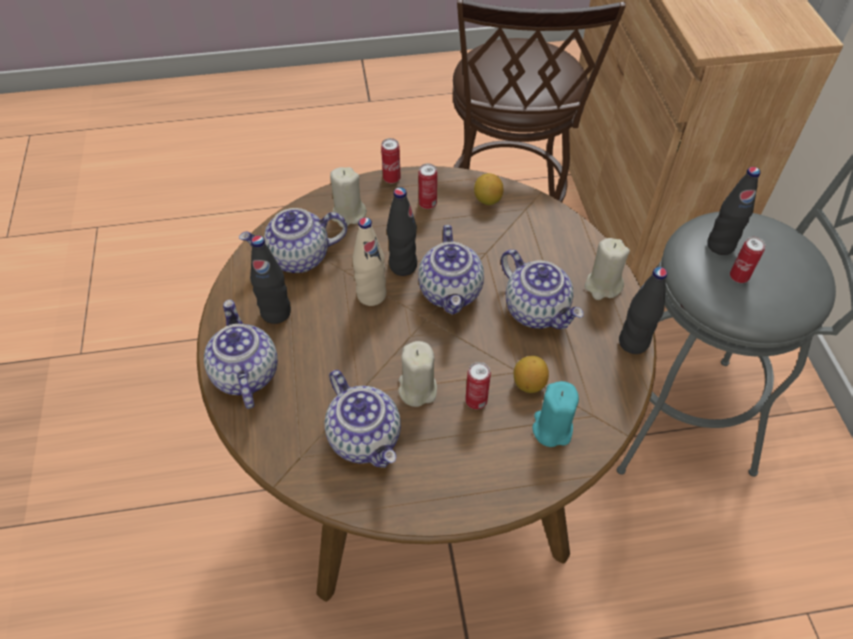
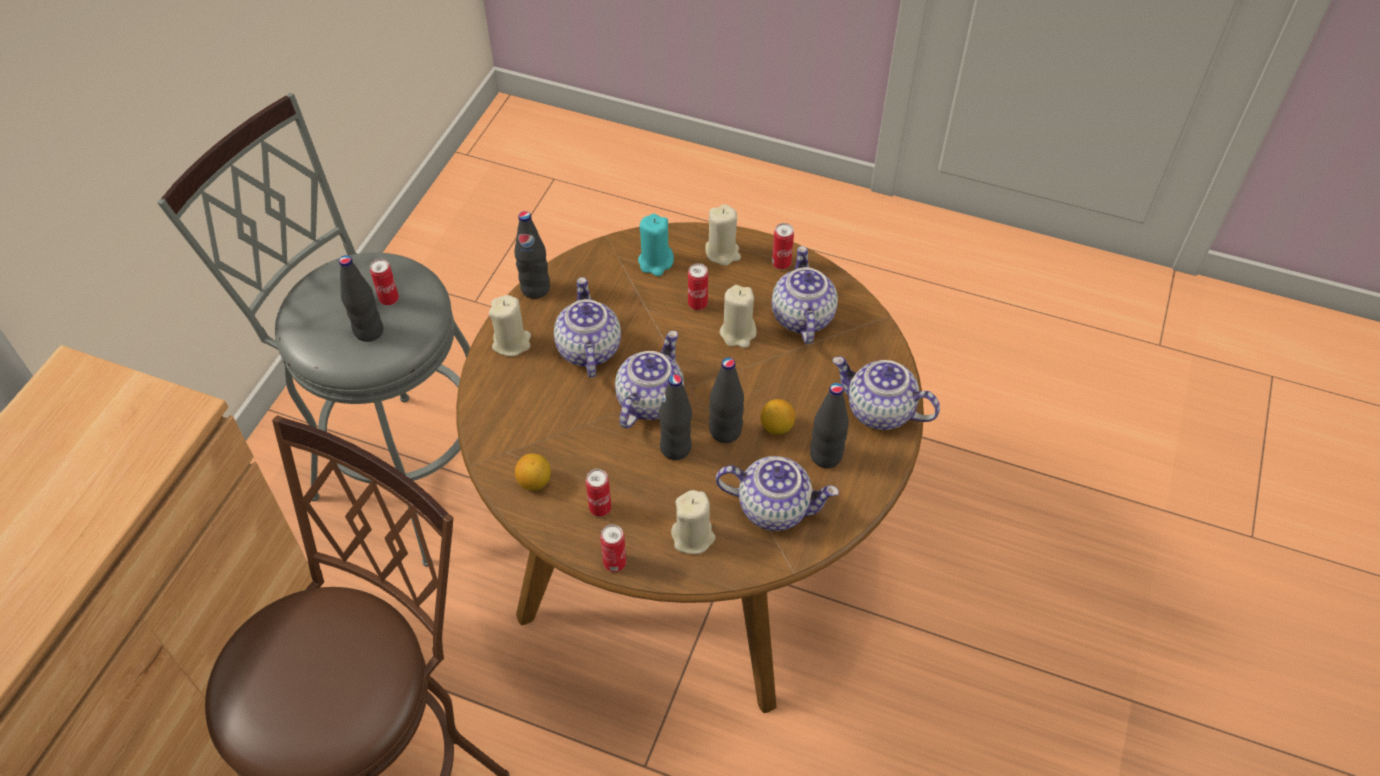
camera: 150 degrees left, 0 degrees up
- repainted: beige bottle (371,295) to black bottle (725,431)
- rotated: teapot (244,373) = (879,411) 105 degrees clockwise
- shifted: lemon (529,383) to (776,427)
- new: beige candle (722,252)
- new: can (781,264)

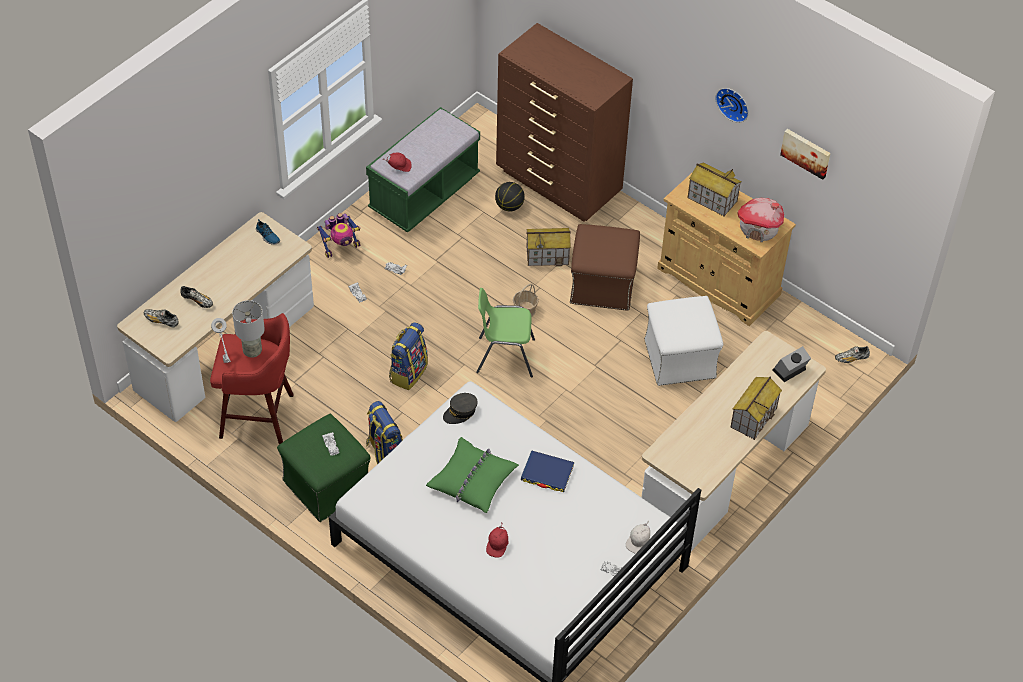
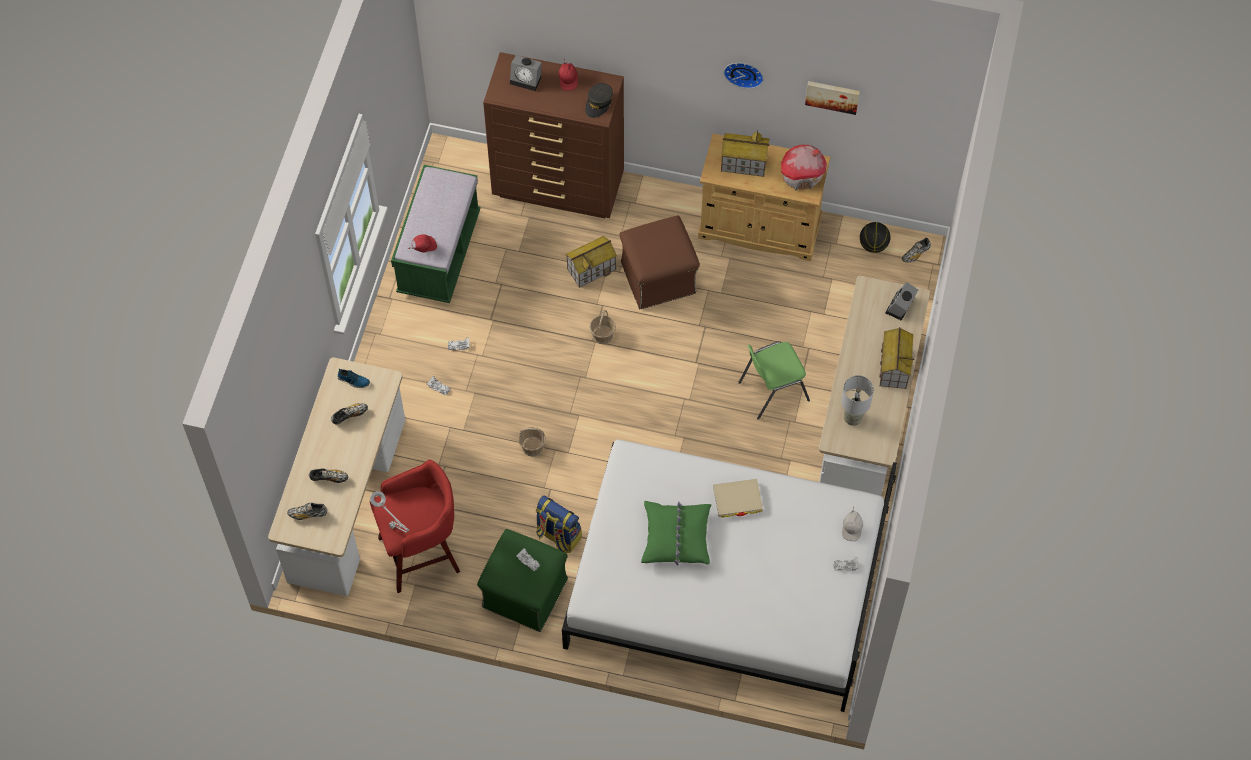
camera: 25 degrees left, 10 degrees up
- shifted: basketball (509,206) to (873,245)
- gone: toy robot (341,247)
- shifted: green chair (504,356) to (772,391)
- gone: white ottoman (680,359)
- shifted: grey table lamp (252,351) to (852,418)
- swapped: backpack (408,372) to basket (532,446)
- shifted: grey cap (460,412) to (598,103)
- repainted: blue book (547,473) to beige book (737,499)
- shifted: red cap (498,545) to (568,80)
- new: alarm clock (527,79)
- new: shoe (349,415)

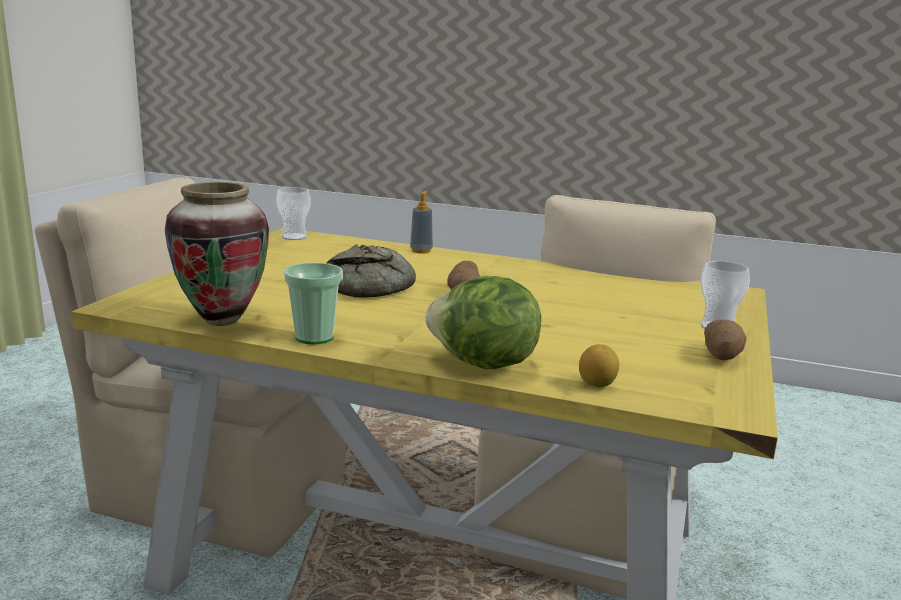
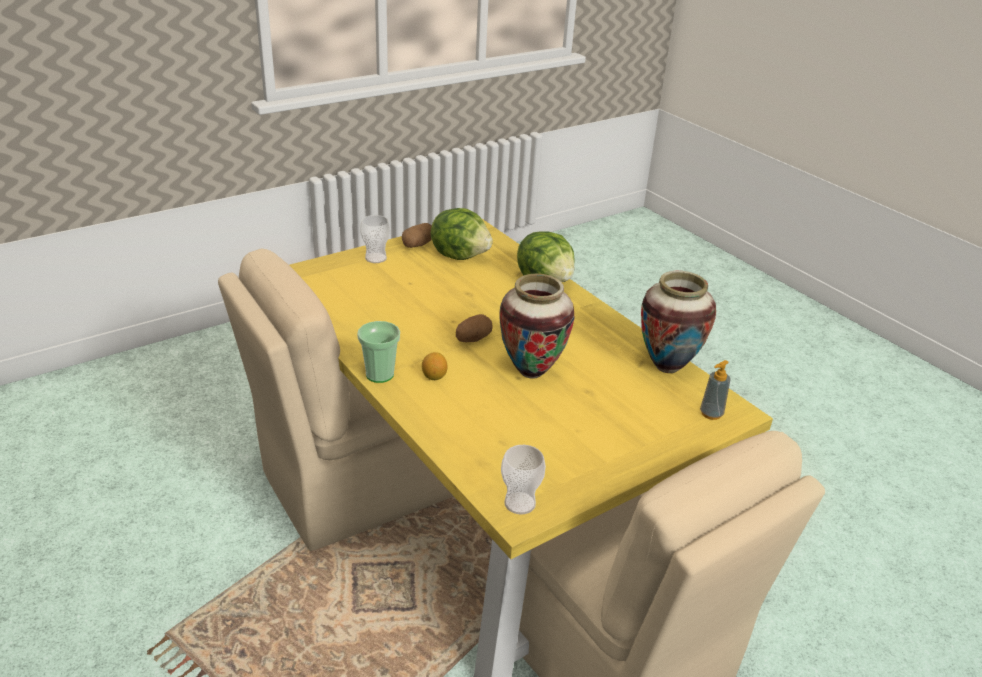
camera: 145 degrees left, 15 degrees up
- shifted: soap dispenser (421,251) to (711,414)
- swapped: bread (372,286) to vase (531,371)
- shifted: cup (314,337) to (379,374)
- shifted: lemon (597,384) to (434,377)
- new: lettuce (460,255)

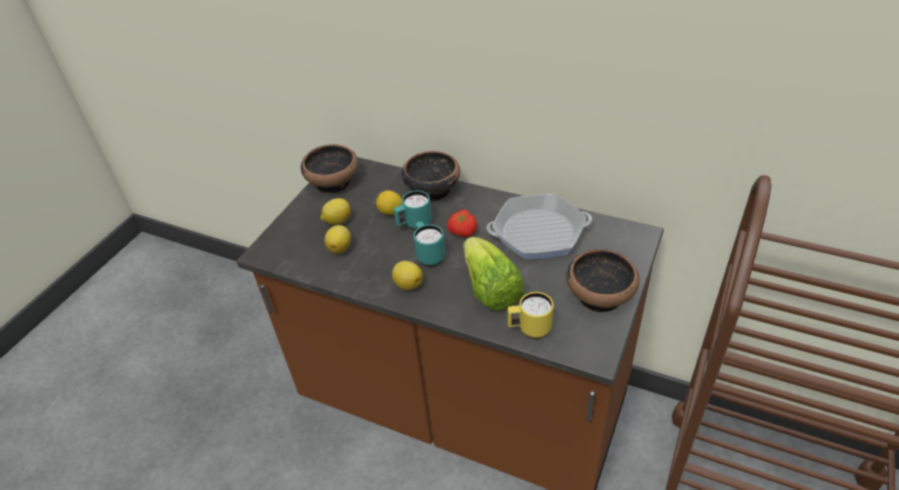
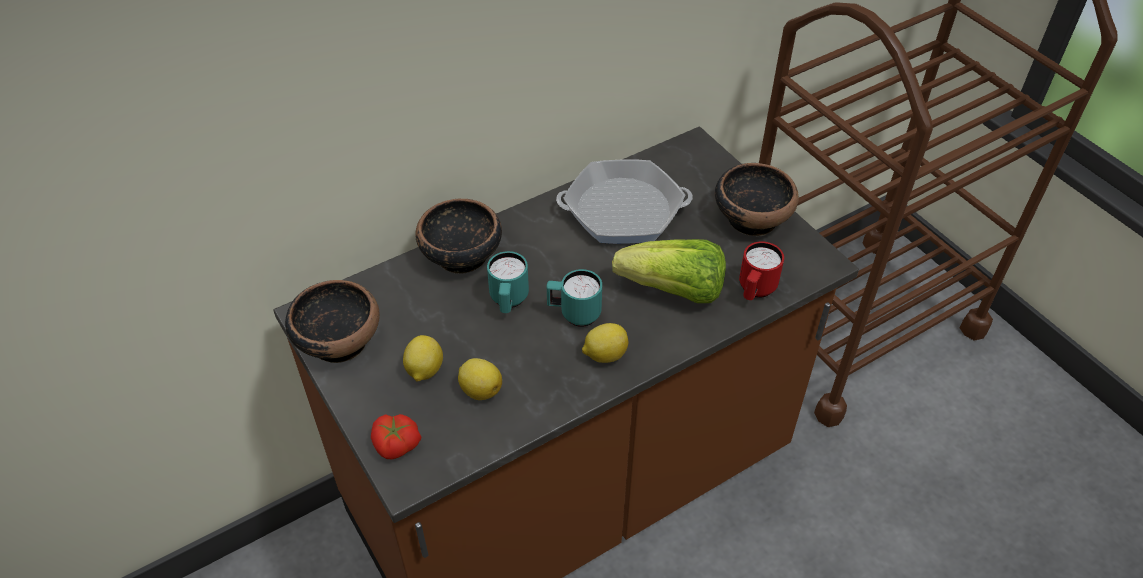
camera: 60 degrees left, 5 degrees up
- gone: lemon (390,212)
- rotated: frying pan (538,233) = (623,210) 60 degrees clockwise
- shifted: tomato (462,231) to (396,445)
- repainted: yellow mug (529,329) to red mug (755,291)

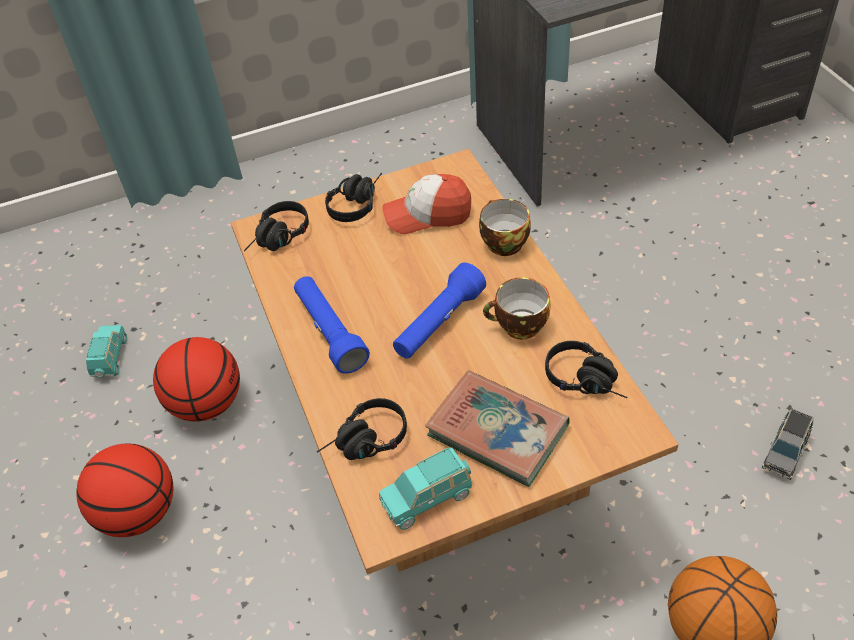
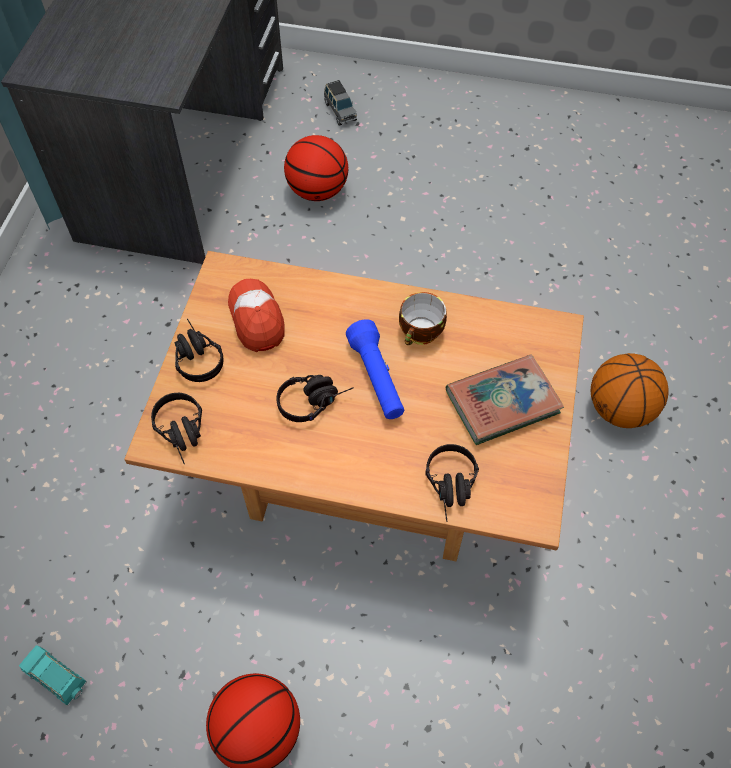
camera: 60 degrees left, 10 degrees up
- rotated: cap (427,214) = (257,319) 135 degrees clockwise
- gone: cup (502,243)
- gone: blue flashlight (329,332)
- shifted: basketball (206,404) to (317,191)
- shifted: black headphones (588,381) to (314,400)
- shifted: grey toy car (785,452) to (340,111)
- gone: turquoise toy car (428,498)

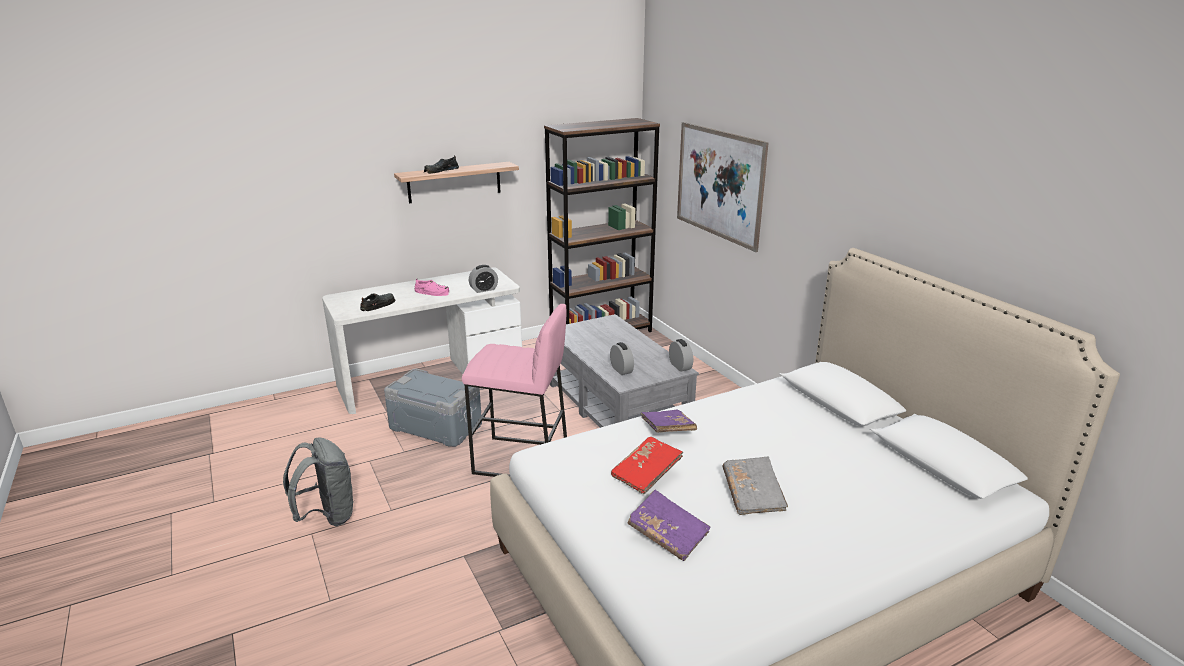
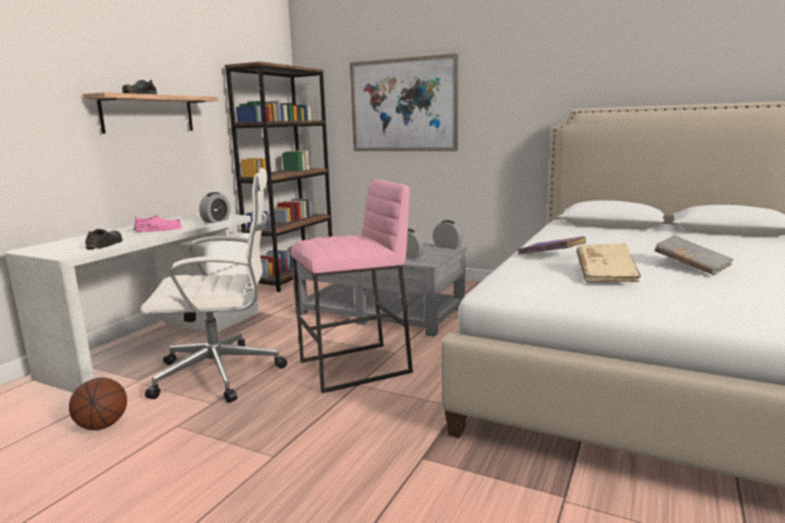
camera: 35 degrees left, 10 degrees down
- swapped: grey storage box (435,427) to white office chair (222,373)
- gone: grey backpack (327,516)
- repainted: red book (646,474) to beige book (606,274)
- gone: purple book (668,535)
- new: basketball (102,425)

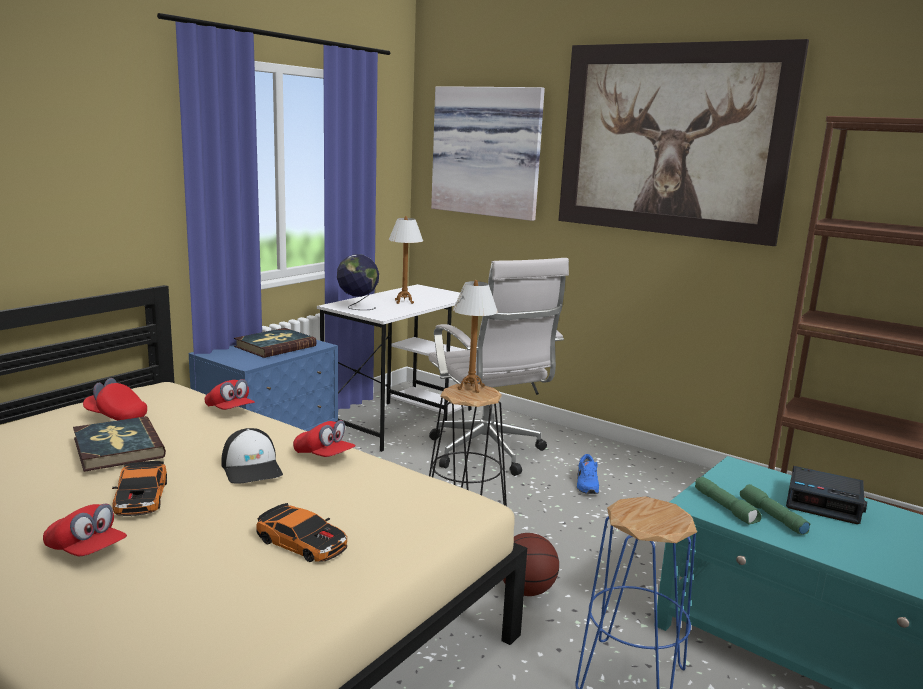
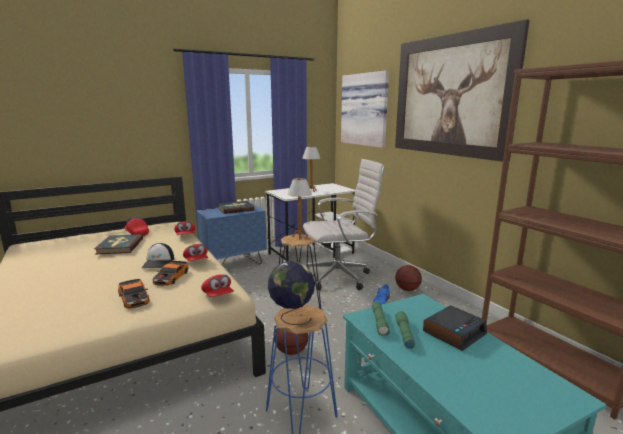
camera: 25 degrees right, 0 degrees up
- shifted: globe (357,307) to (291,317)
- rotated: white office chair (488,454) = (340,277) 105 degrees counterclockwise
- shifted: toy car (141,497) to (171,277)
- rotated: alarm clock (824,503) = (454,332) 90 degrees counterclockwise
- shifted: red cap (86,550) to (217,295)
- new: basketball (407,289)

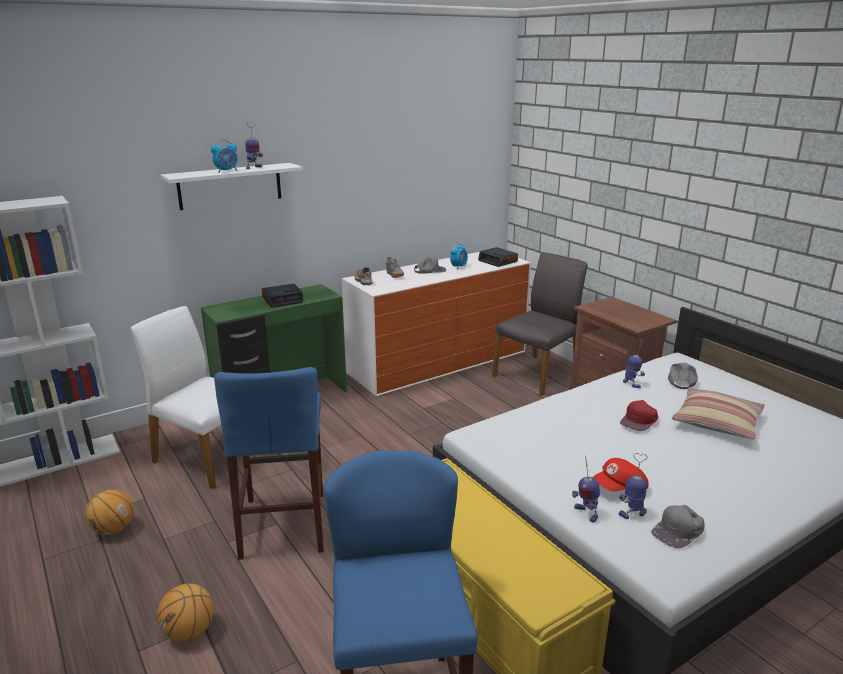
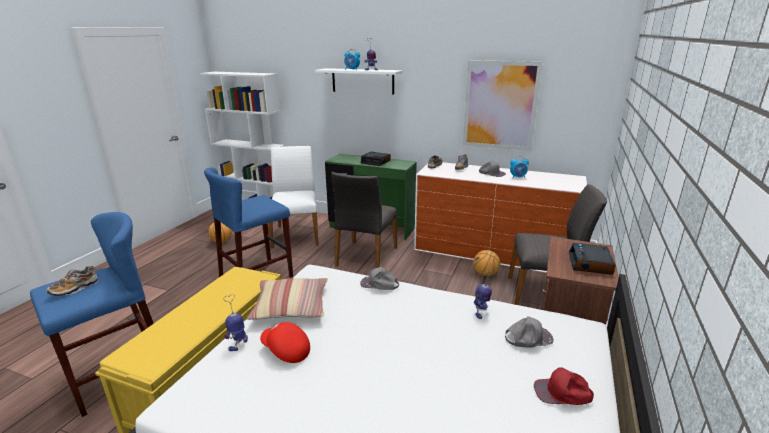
camera: 55 degrees right, 0 degrees up
- shifted: alarm clock (498,261) to (590,264)
- shifted: pillow (717,422) to (291,306)
- shifted: red cap (640,420) to (562,393)
- gone: toy robot (633,514)
- shifted: grey cap (679,531) to (379,284)
- shifted: basketball (189,631) to (485,274)
- new: picture (500,105)
- new: grey chair (365,256)
- new: shoe (74,288)

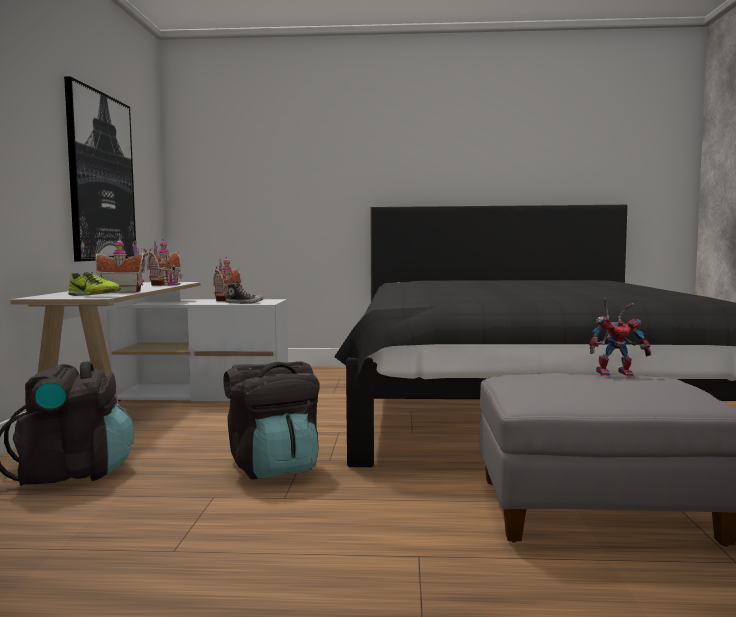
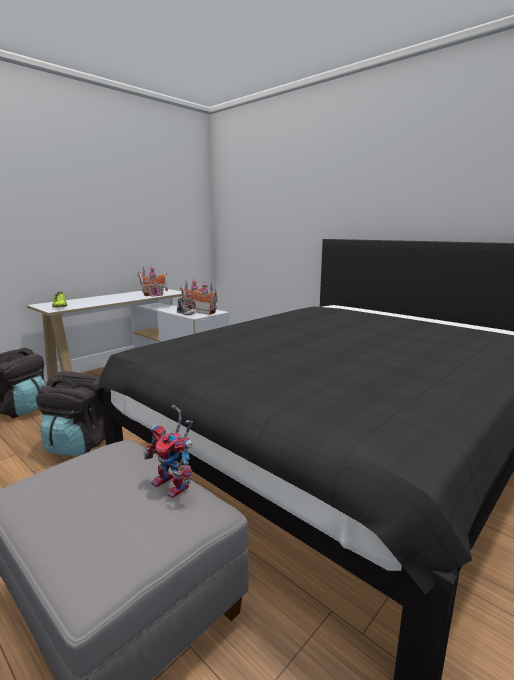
camera: 40 degrees right, 10 degrees up
- gone: picture (101,177)
- shifted: toy house (122,291) to (206,312)

